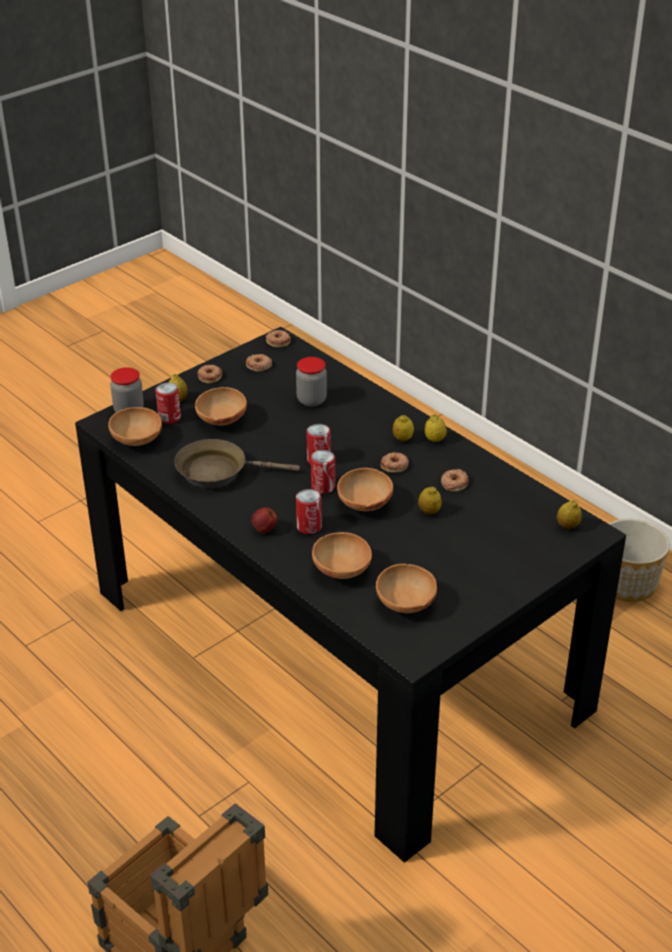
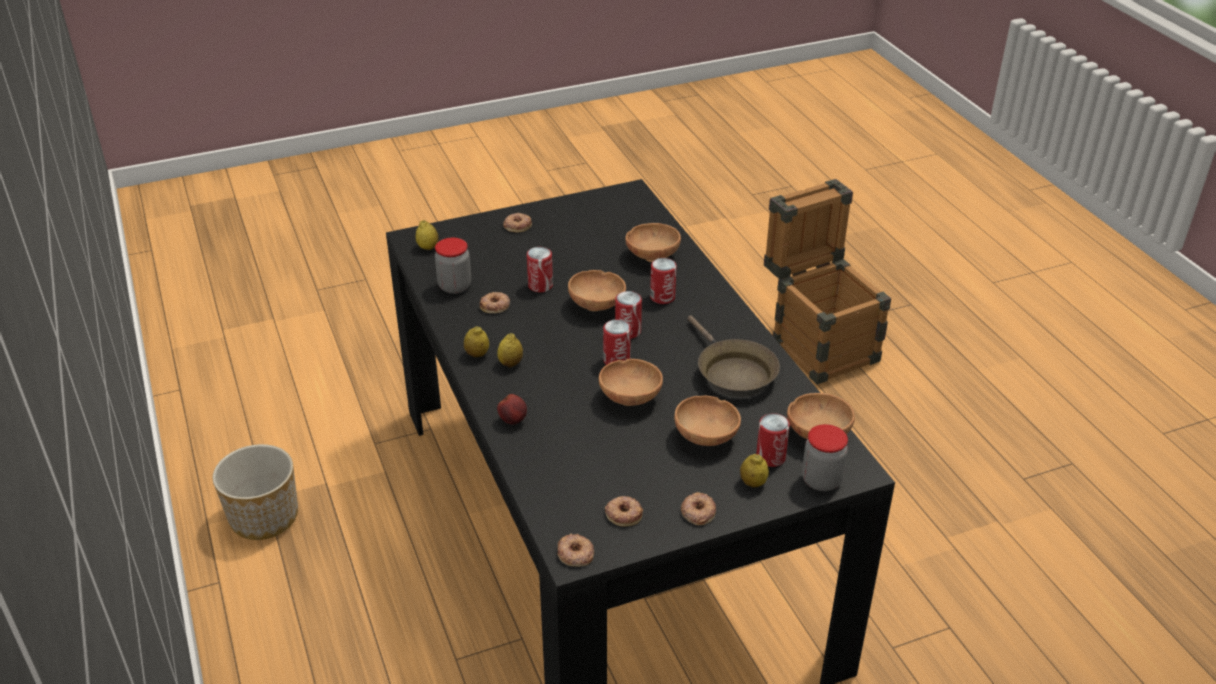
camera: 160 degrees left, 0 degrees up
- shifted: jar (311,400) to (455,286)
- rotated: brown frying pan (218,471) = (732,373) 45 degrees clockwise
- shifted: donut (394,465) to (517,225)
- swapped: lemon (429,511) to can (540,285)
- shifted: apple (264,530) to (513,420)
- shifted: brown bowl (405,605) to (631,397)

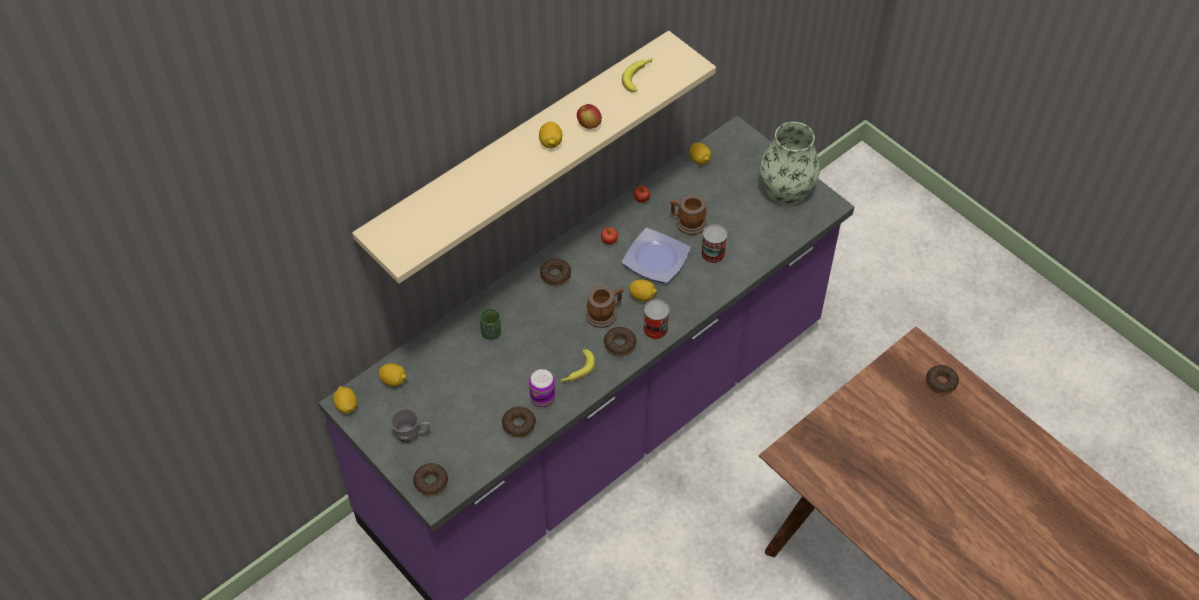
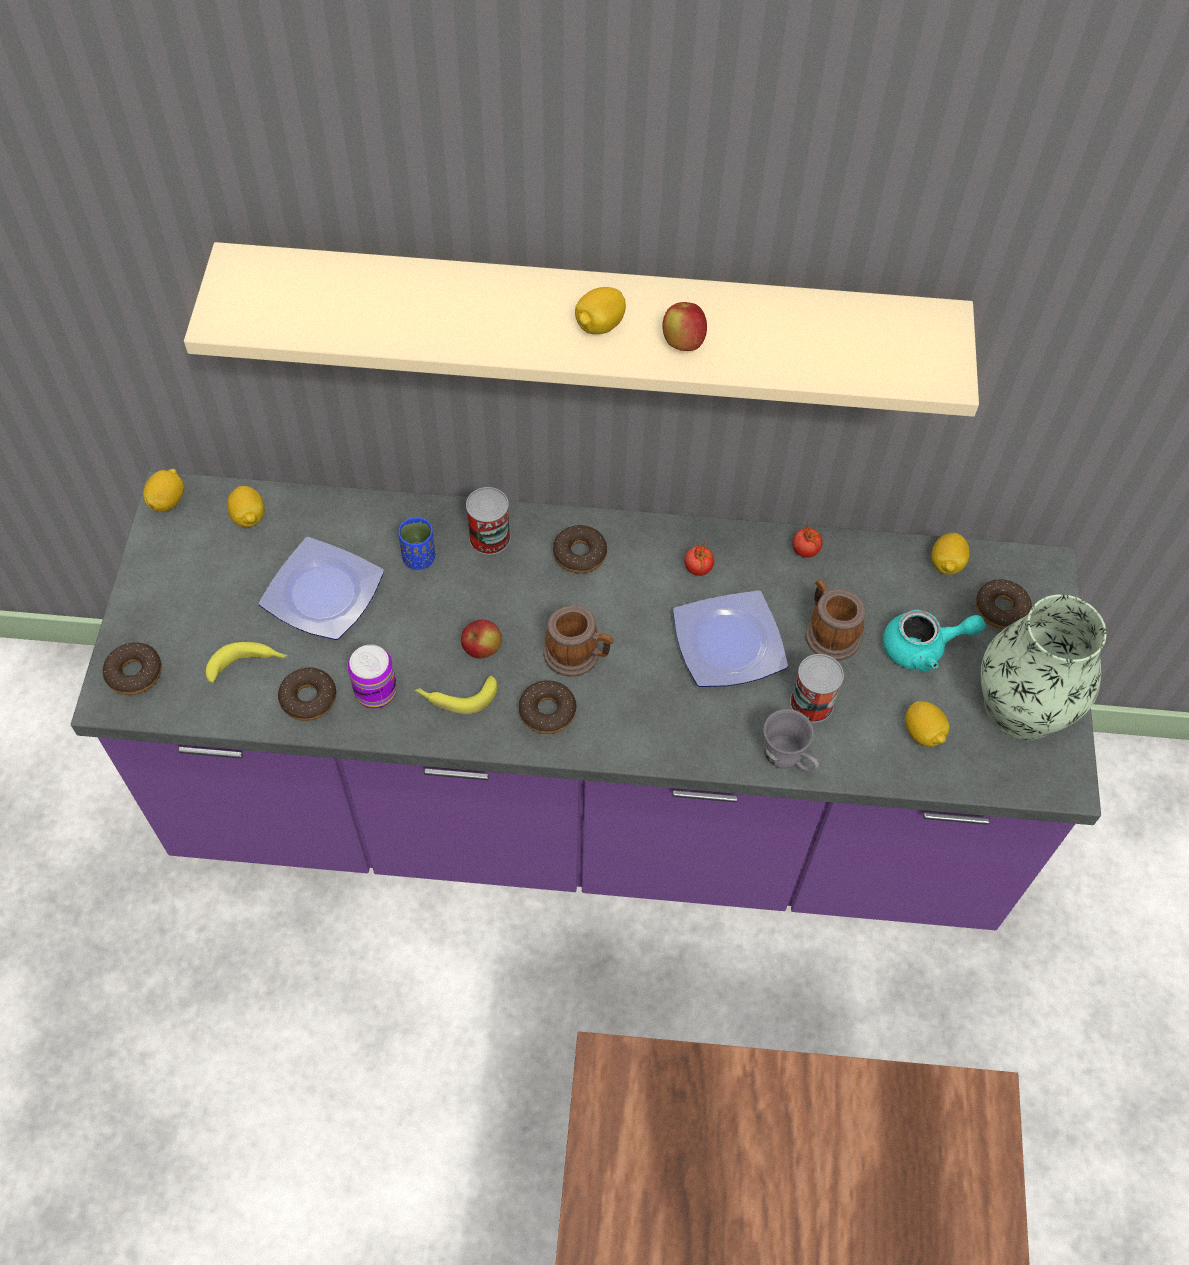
camera: 45 degrees right, 5 degrees up
- shifted: banana (638,76) to (248,665)
- shifted: lemon (642,296) to (923,733)
- shifted: can (655,329) to (489,537)
- repainted: green cup (491,333) to blue cup (419,558)
- shifted: donut (941,382) to (1001,609)
- shifted: grey mug (412,435) to (788,760)
- new: plate (326,593)
- new: turquoise teapot (923,648)
- new: apple (482,649)

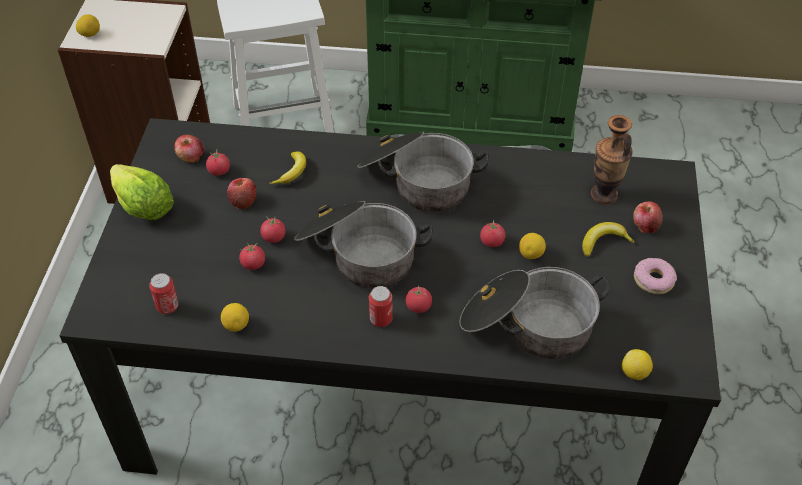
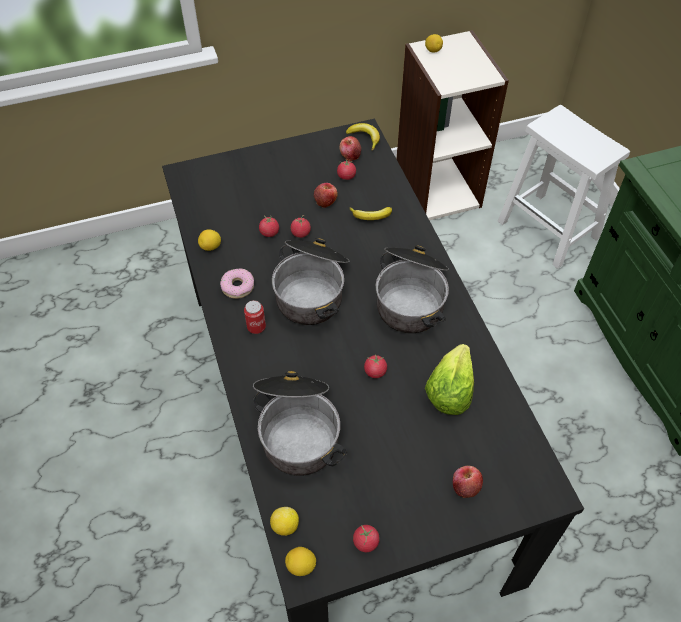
camera: 65 degrees right, 5 degrees up
- gone: vase (604,194)
- shifted: lettuce (143,206) to (449,390)
- shifted: banana (603,242) to (365,138)
- shifted: lemon (531,254) to (301,566)
- shifted: donut (653,280) to (237,286)
- gone: can (167,306)
- shifted: tomato (418,306) to (365,542)

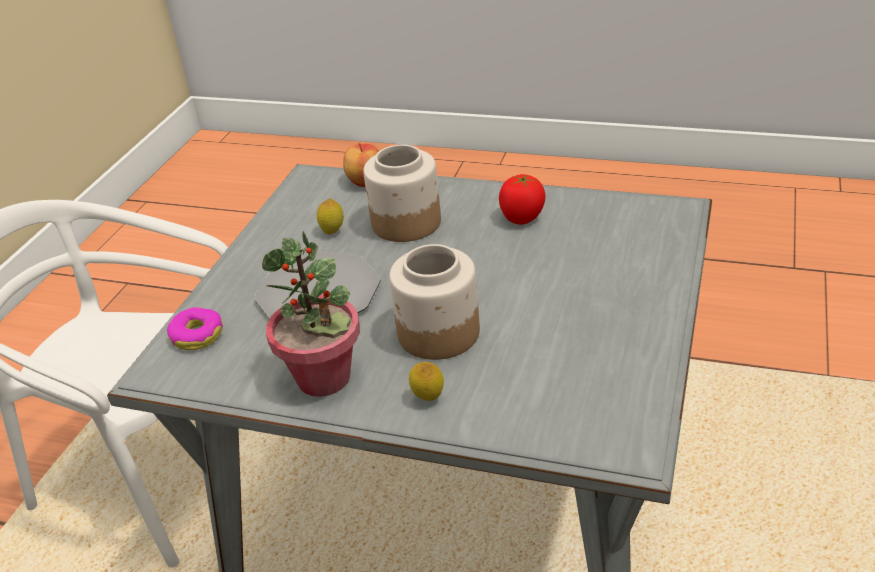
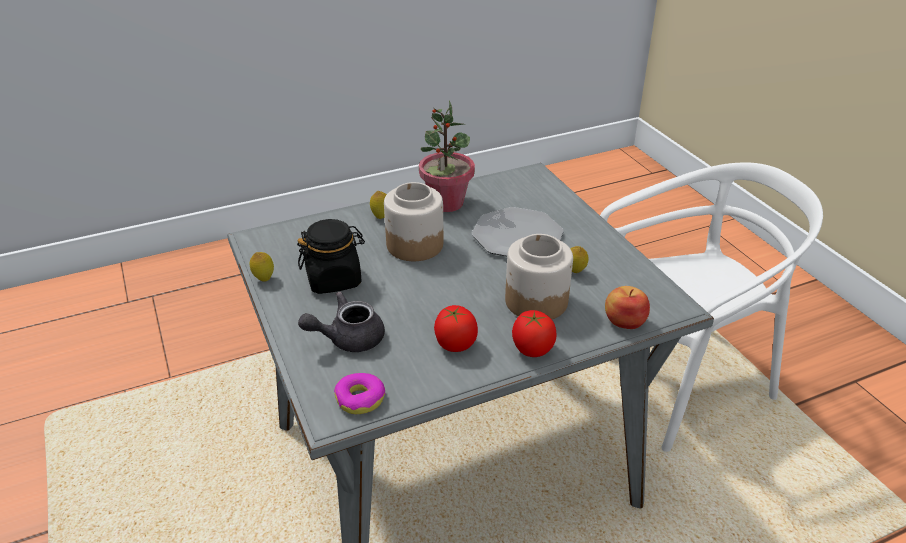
camera: 135 degrees right, 0 degrees up
- shifted: donut (197,335) to (360,399)
- new: black jar (334,279)
- new: lemon (264,279)
- new: grey teapot (348,338)
- new: tomato (532,349)

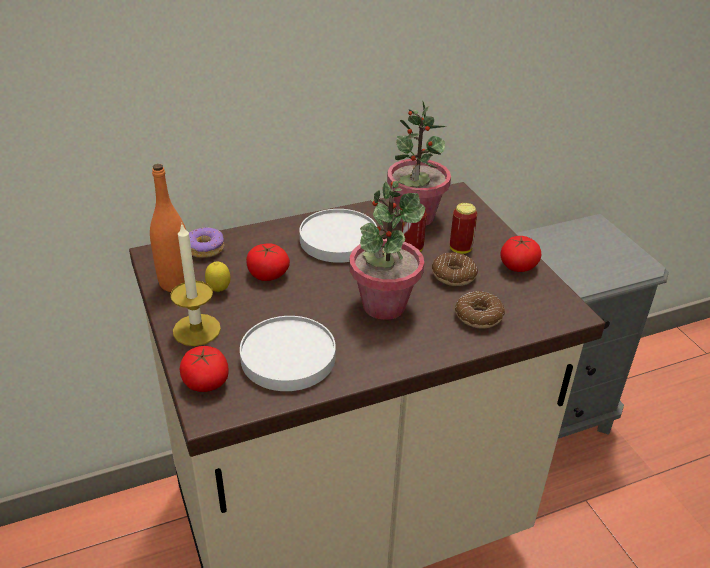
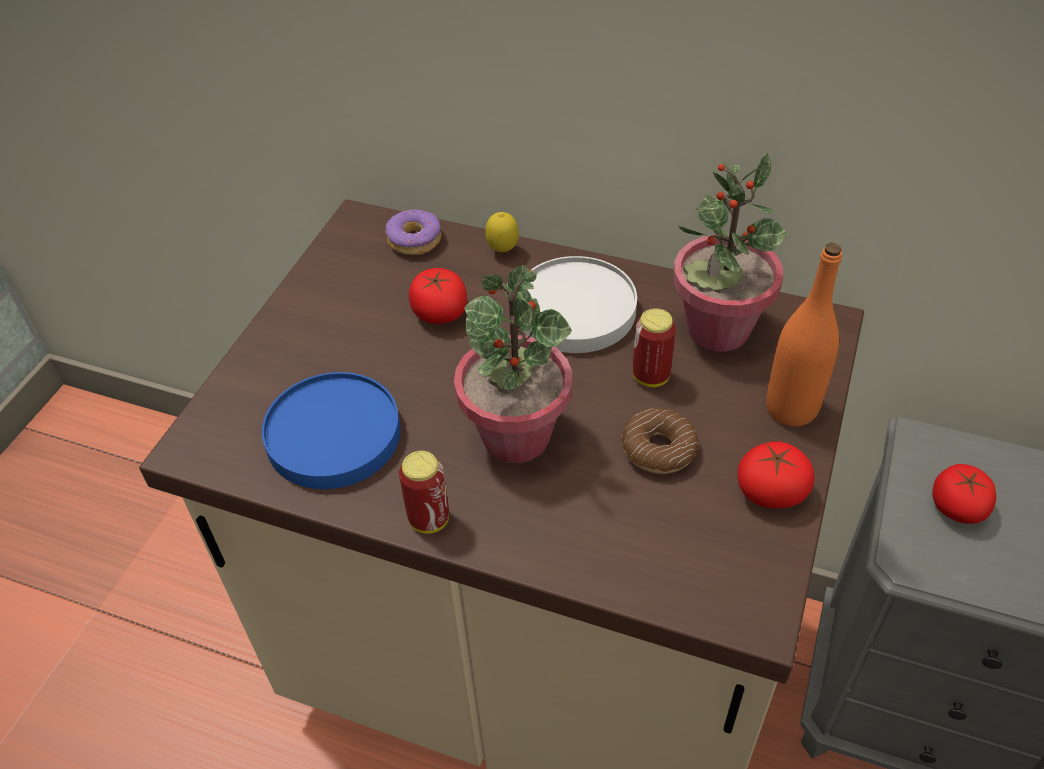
camera: 45 degrees right, 10 degrees up
- shifted: orange bottle (175,283) to (791,408)
- shifted: can (460,249) to (429,519)
- gone: candle (196,330)
- shifted: lemon (219,291) to (503,251)
- gone: donut (478,316)
- repainted: white plate (288,357) to blue plate (333,436)
- shifted: tomato (205,382) to (957,507)

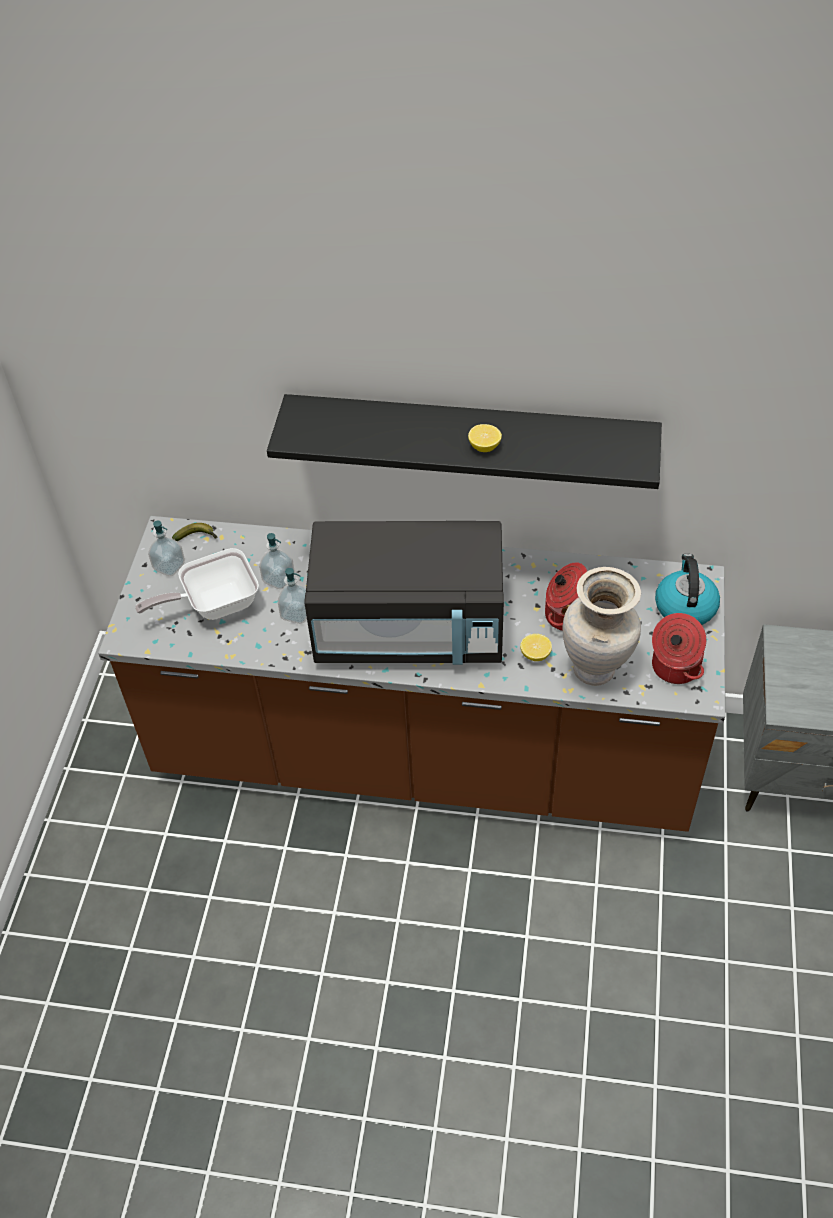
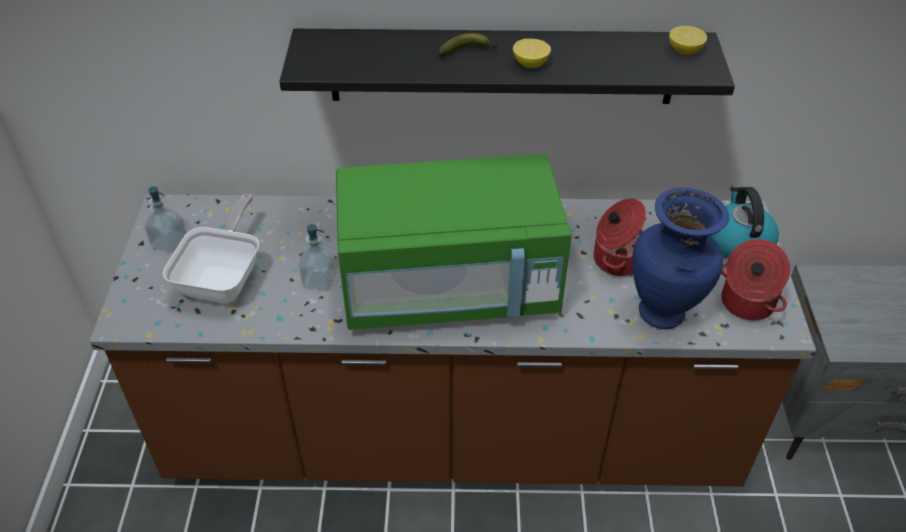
camera: 10 degrees left, 5 degrees down
- repainted: black microwave (410,630) to green microwave (450,288)
- shifted: banana (197,537) to (468,51)
- gone: soap dispenser (278,579)
- rotated: frying pan (214,604) = (224,278) 135 degrees clockwise
- repainted: beige vase (596,670) to blue vase (663,313)
- shifted: lemon (535,654) to (685,51)

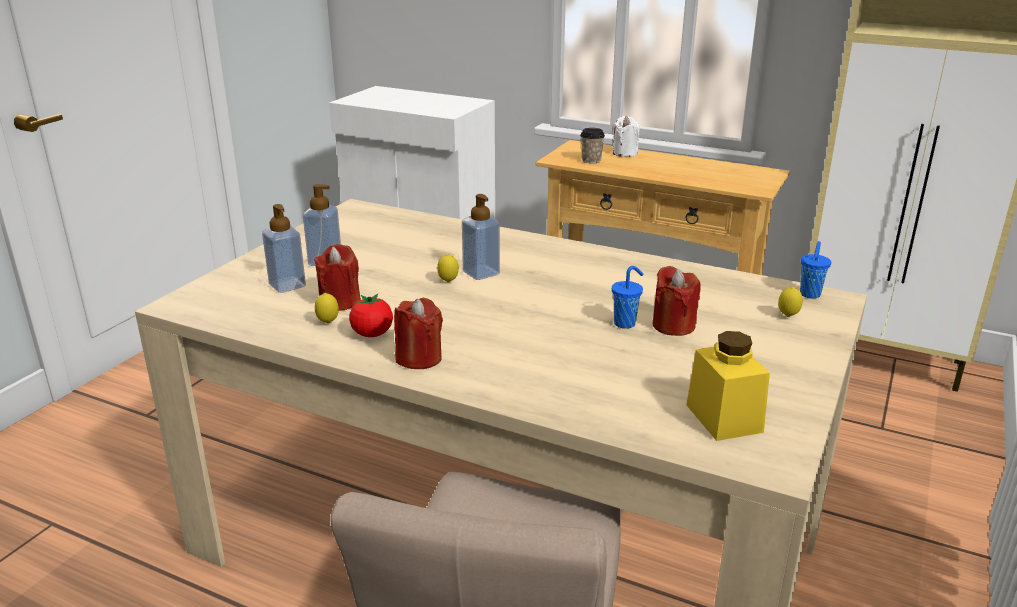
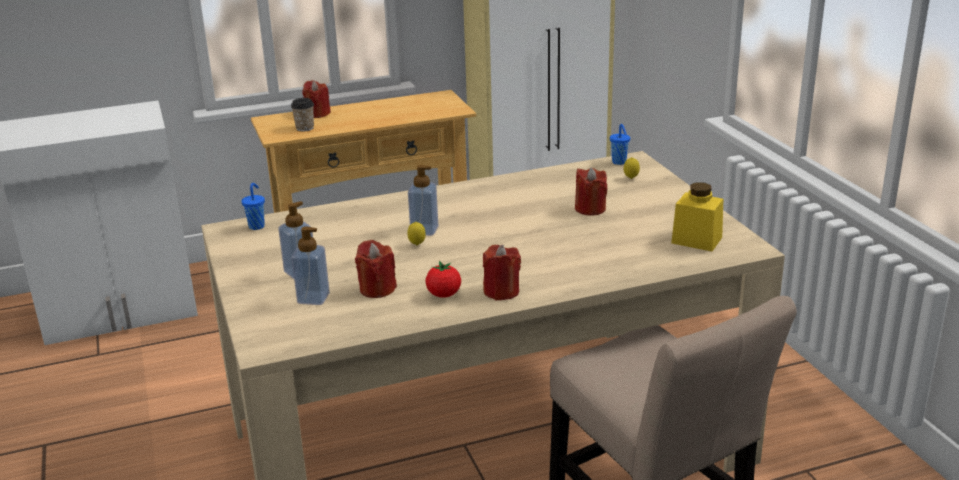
camera: 45 degrees left, 0 degrees up
- repainted: white candle (625,153) to red candle (317,114)
- shifted: blue cup (626,323) to (257,226)
- gone: lemon (328,323)

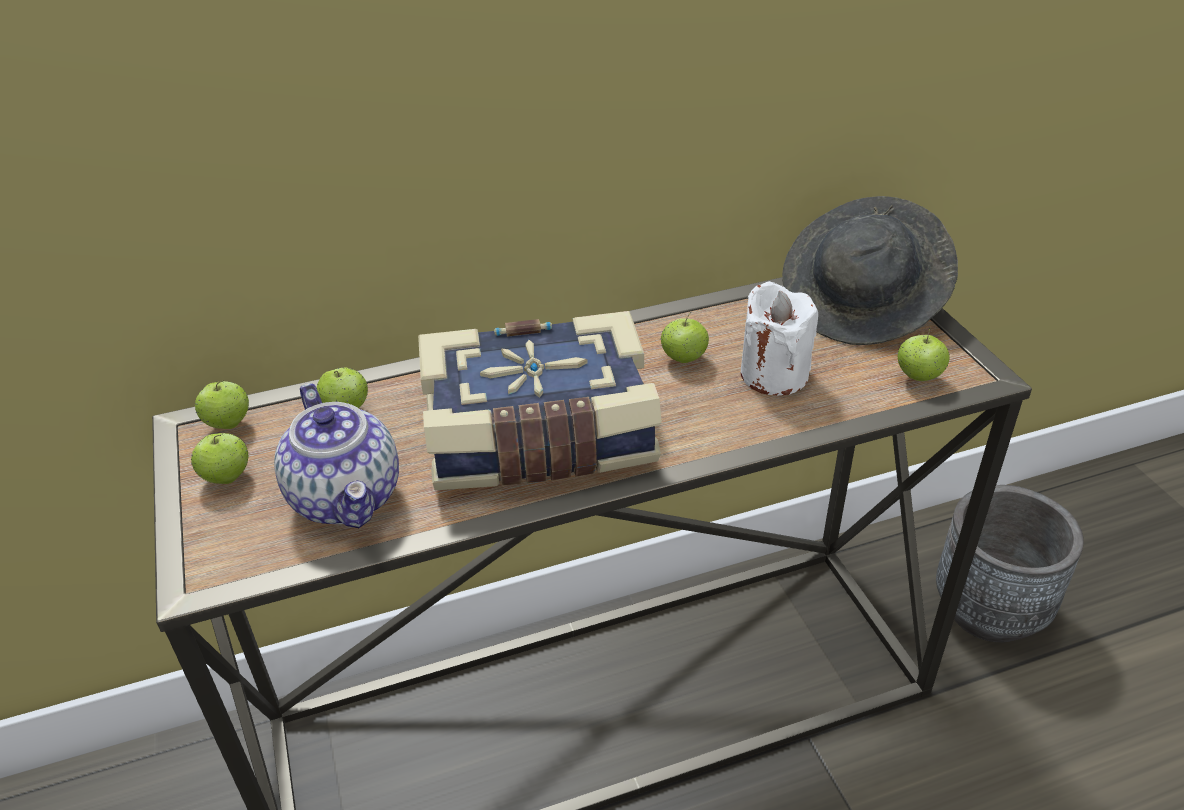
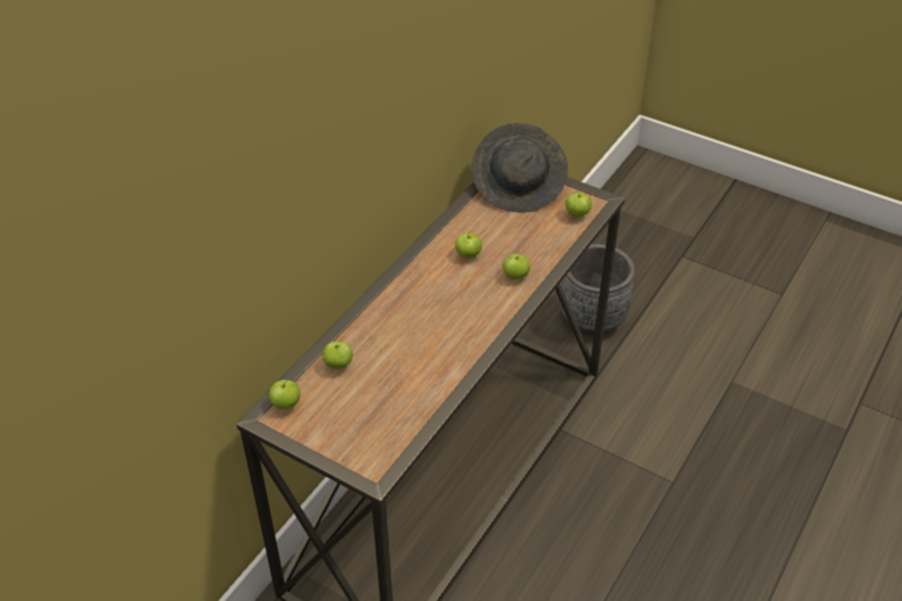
camera: 40 degrees left, 5 degrees up
- gone: white candle (774,374)
- gone: book (540,437)
- gone: teapot (348,497)
- shifted: apple (227,477) to (515,276)

